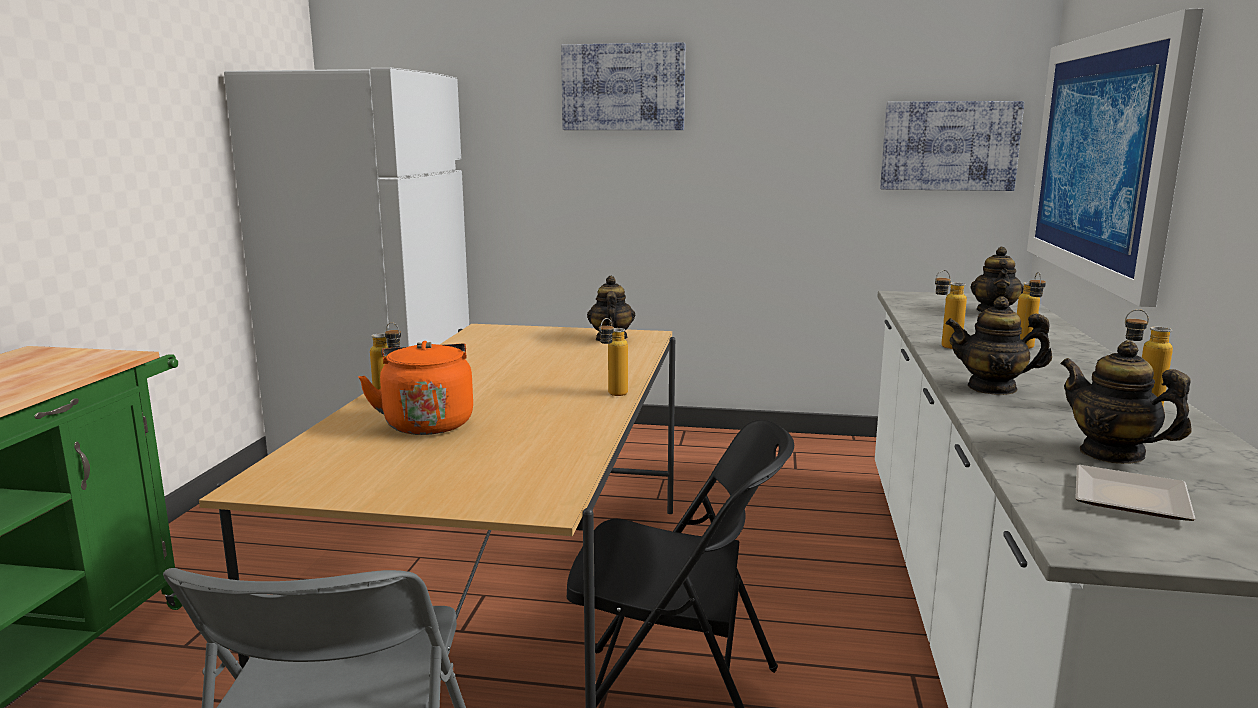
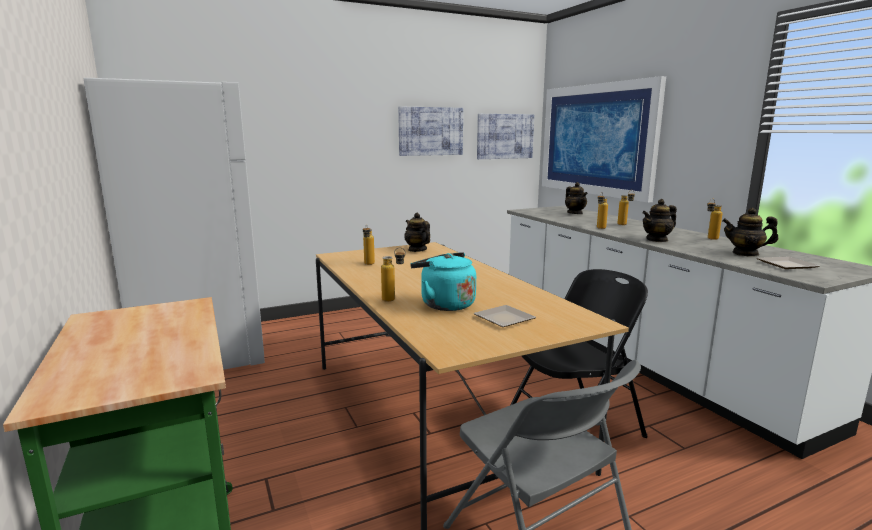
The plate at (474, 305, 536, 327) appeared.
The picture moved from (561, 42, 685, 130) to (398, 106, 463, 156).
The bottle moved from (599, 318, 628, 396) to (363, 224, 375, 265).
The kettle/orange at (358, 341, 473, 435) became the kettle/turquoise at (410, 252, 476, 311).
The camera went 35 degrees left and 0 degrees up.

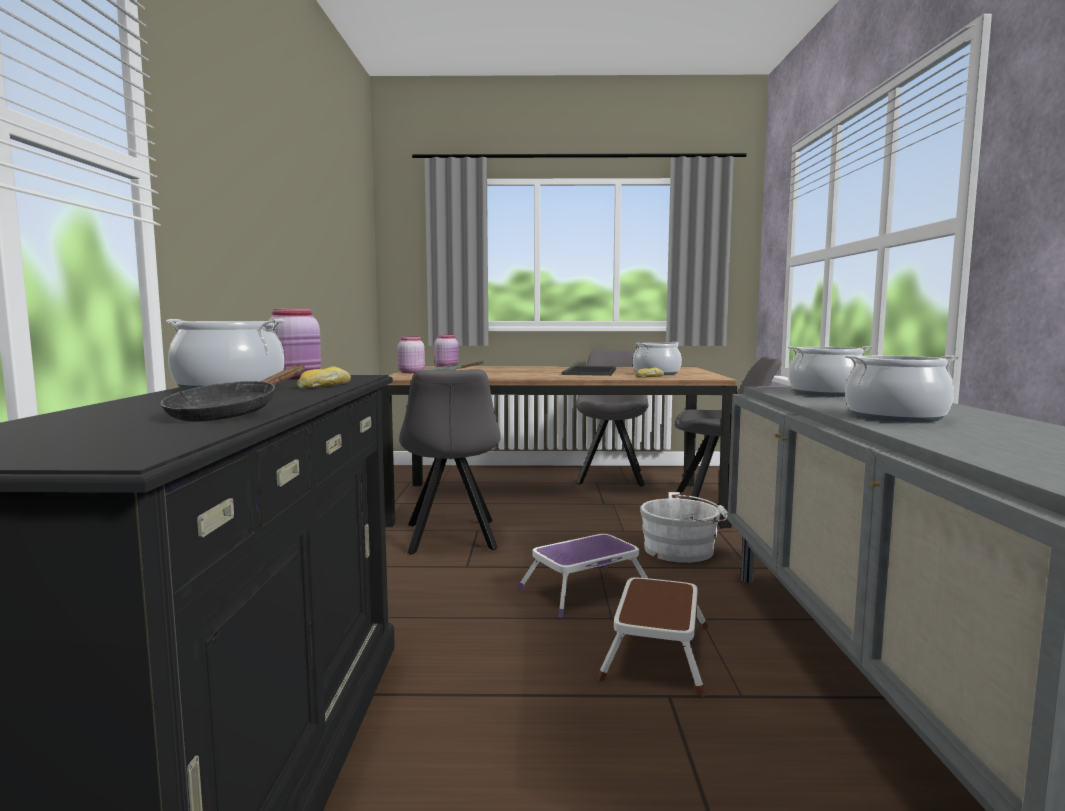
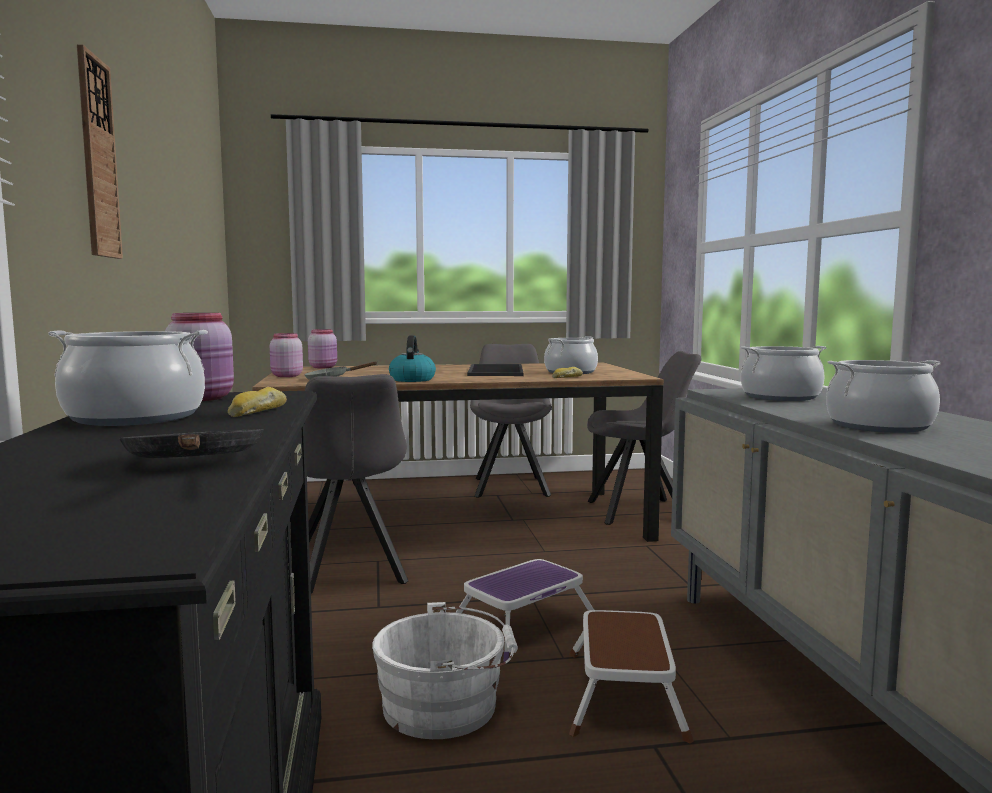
The wall clock at (77, 44, 123, 259) appeared.
The kettle at (389, 335, 436, 382) appeared.
The bucket/white moved from (640, 492, 728, 563) to (372, 602, 518, 739).
The frying pan/black at (161, 365, 305, 422) turned 150 degrees clockwise.
The camera went 10 degrees left and 0 degrees up.

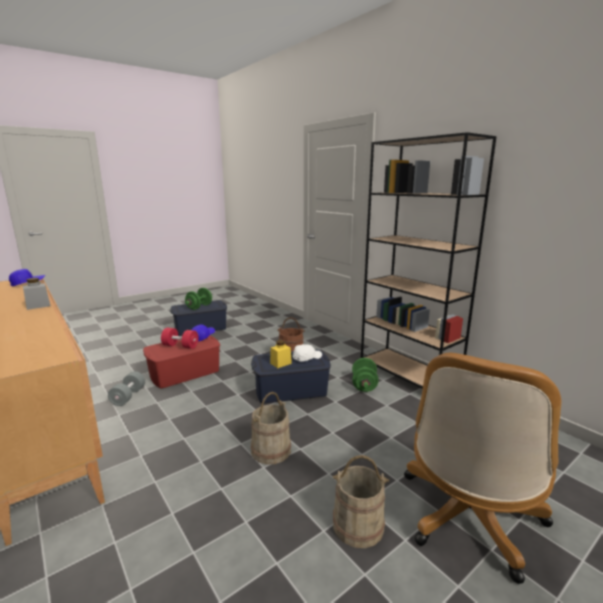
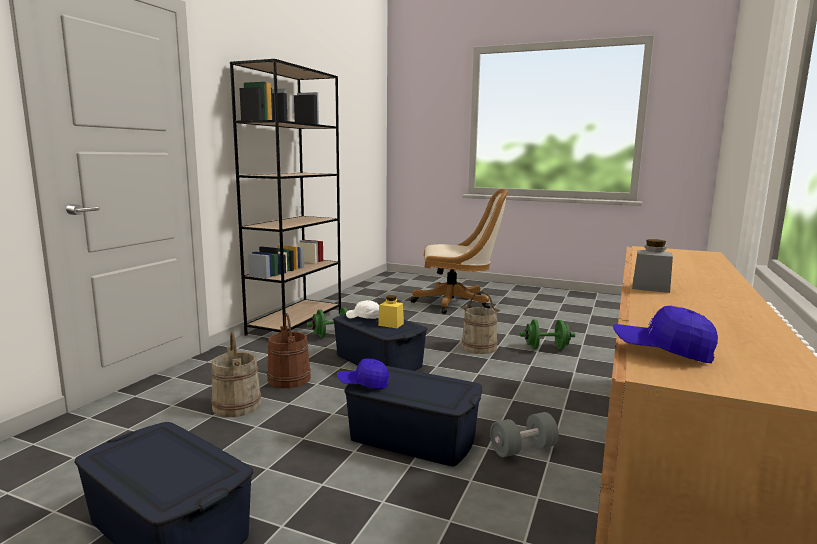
The dumbbell/red at (161, 328, 198, 349) disappeared.
The dumbbell/green moved from (185, 288, 212, 310) to (520, 320, 575, 350).
The bucket/beige moved from (333, 455, 389, 548) to (211, 332, 261, 417).
The storage box/red at (143, 335, 220, 389) became the storage box/blue at (344, 366, 482, 466).
The camera went 120 degrees left and 5 degrees down.

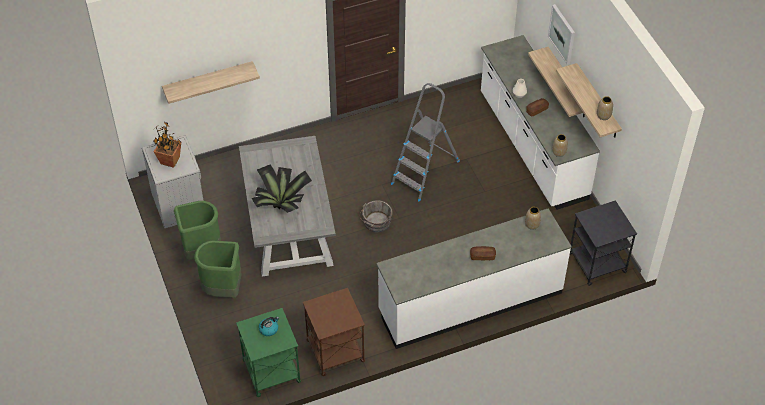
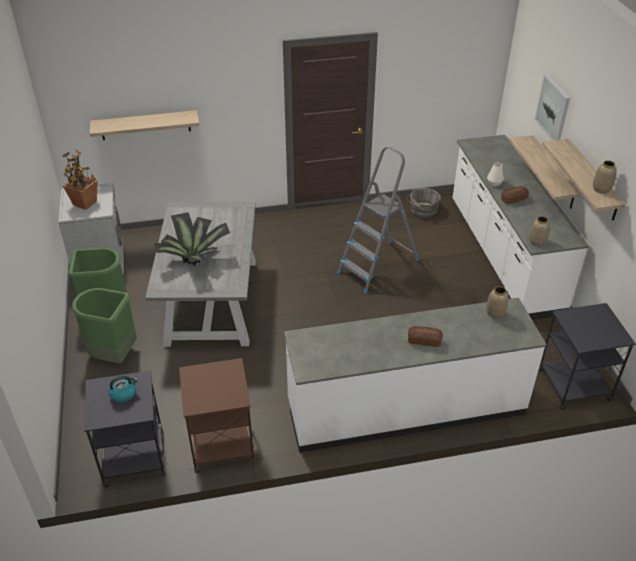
The bucket/grey moved from (360, 200, 393, 233) to (407, 188, 441, 218).
The cart/green at (236, 308, 301, 397) became the cart/black at (84, 371, 166, 487).
The camera went 10 degrees right and 10 degrees down.

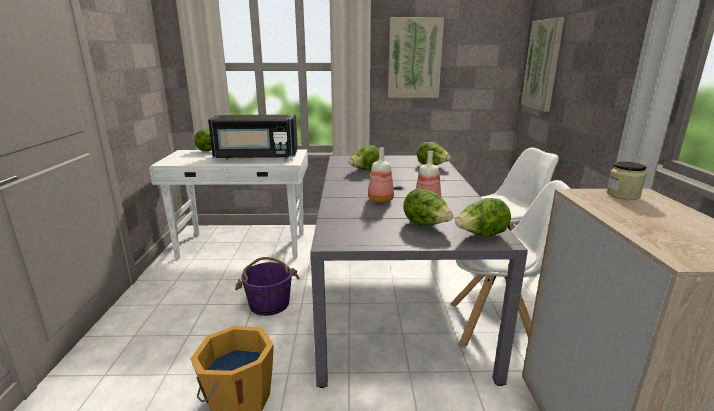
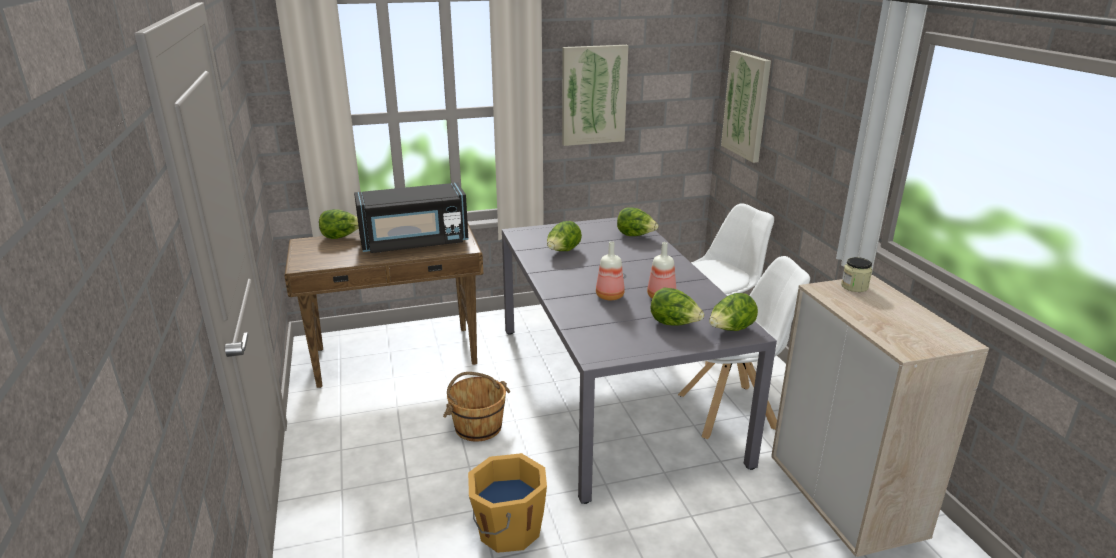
The console table/white at (149, 150, 308, 259) became the console table/brown at (284, 224, 483, 388).
The bucket/purple at (235, 257, 300, 316) became the bucket/brown at (443, 372, 510, 442).
The camera went 15 degrees left and 5 degrees up.

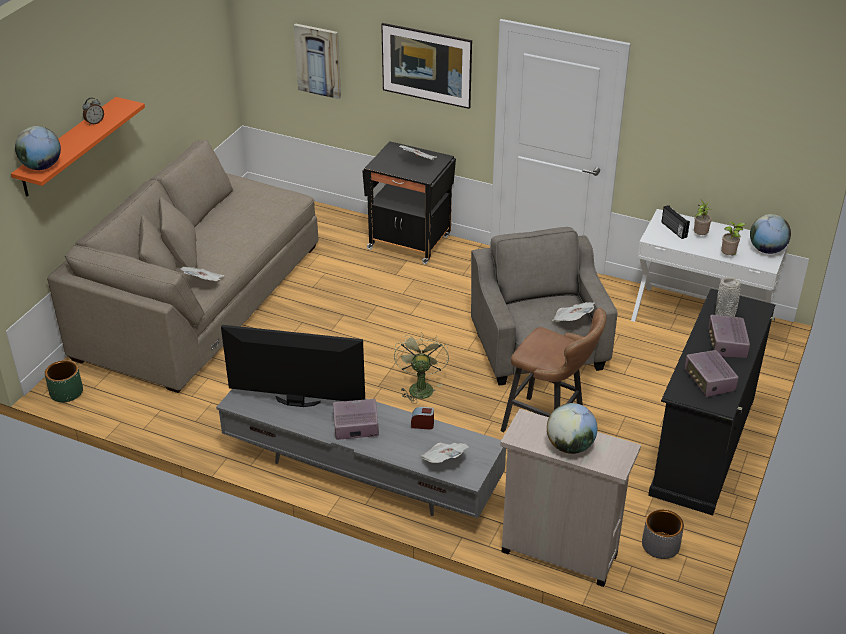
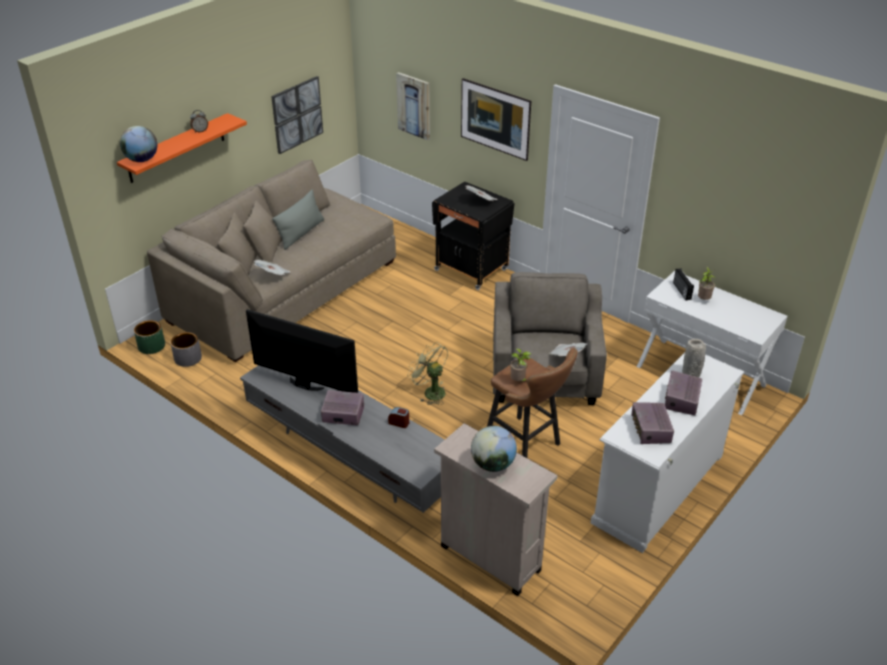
The newspaper at (421, 443, 469, 463) disappeared.
The globe at (750, 214, 791, 254) disappeared.
The picture at (271, 76, 323, 154) appeared.
The pillow/grey at (272, 190, 324, 250) appeared.
The planter/grey moved from (642, 509, 684, 559) to (170, 332, 202, 367).
The potted plant moved from (721, 222, 746, 256) to (510, 348, 532, 381).
The cabinet/black at (648, 289, 775, 515) became the cabinet/white at (591, 352, 744, 553).
The fan/green at (394, 332, 449, 404) turned 60 degrees counterclockwise.
The camera went 15 degrees right and 0 degrees up.

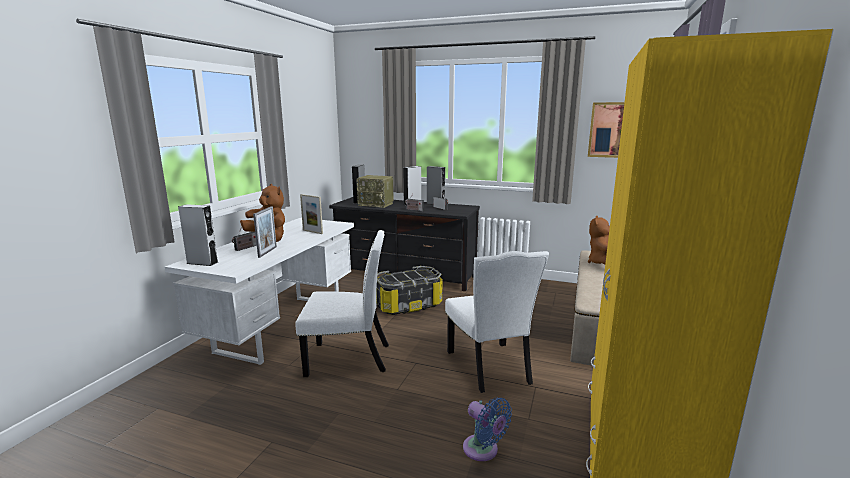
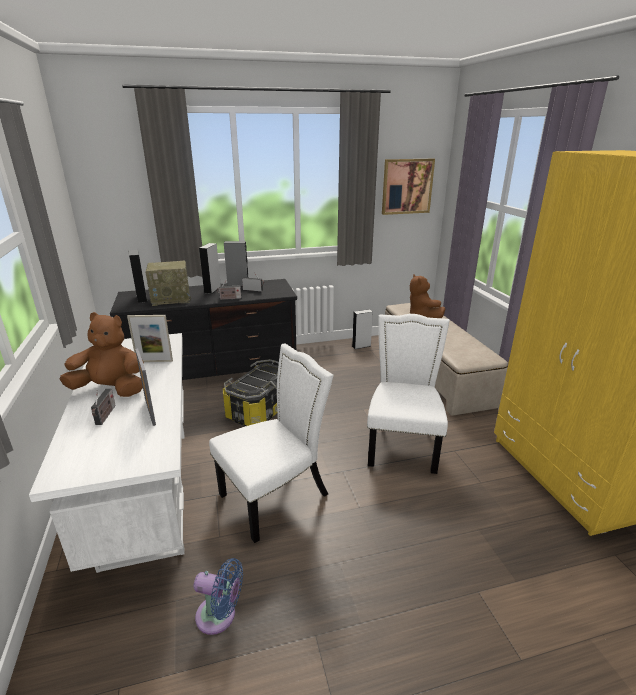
The speaker/grey moved from (178, 204, 218, 266) to (352, 309, 373, 349).
The fan/blue moved from (463, 398, 512, 461) to (194, 558, 243, 635).
The chair/white at (445, 251, 549, 393) turned 120 degrees counterclockwise.
The camera went 35 degrees left and 10 degrees up.

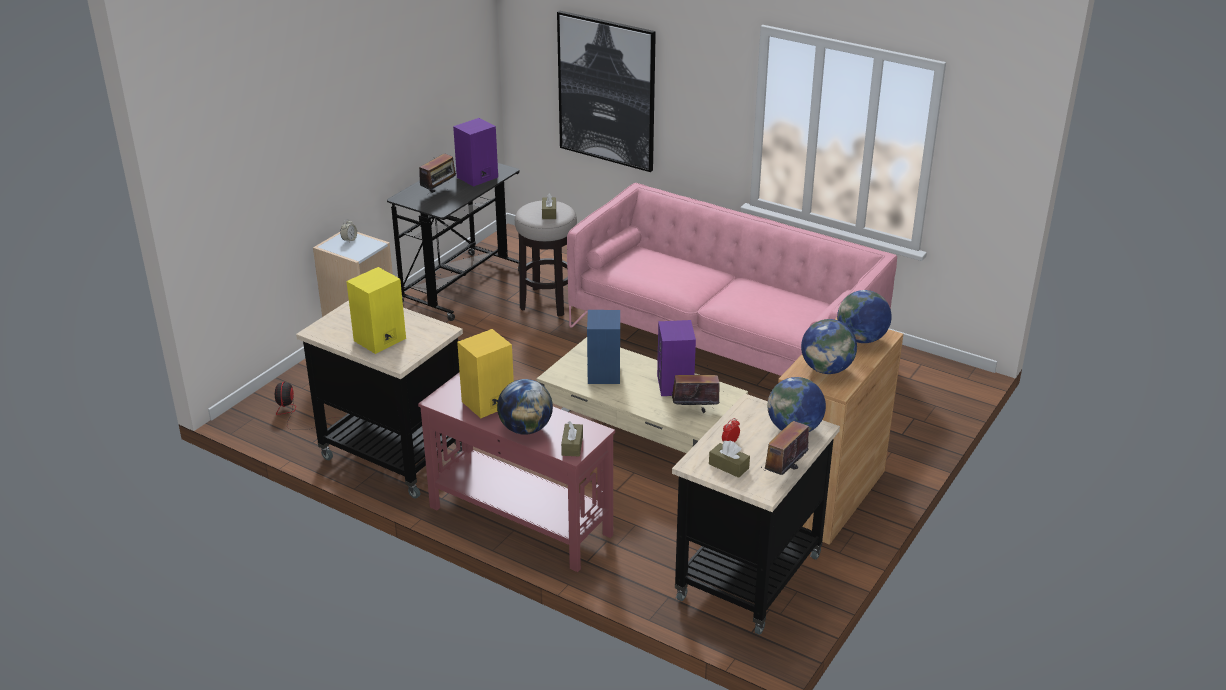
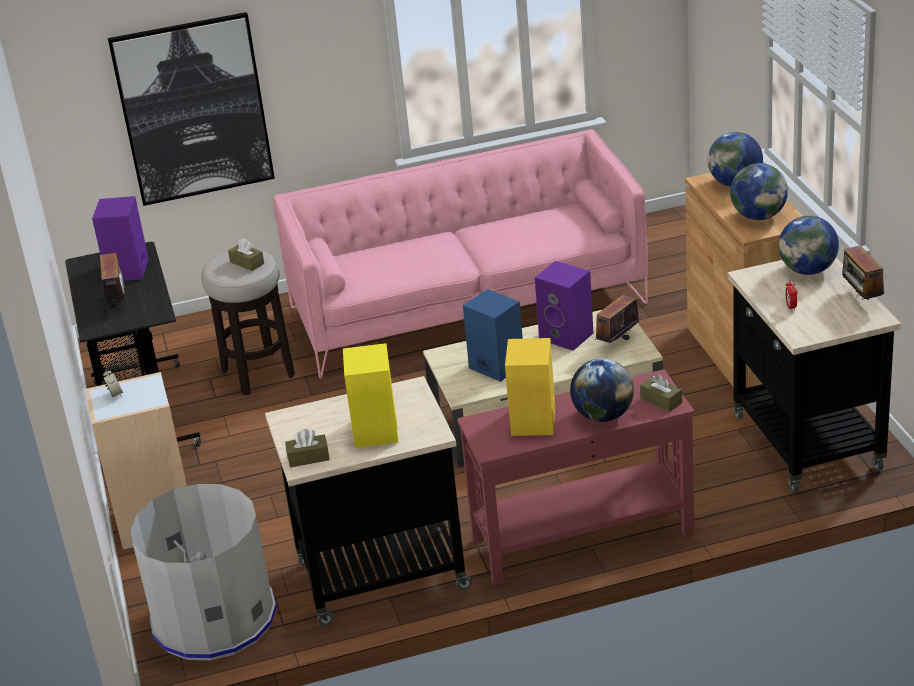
The tissue box/brown moved from (709, 441, 750, 478) to (285, 429, 329, 468).
The fan at (275, 382, 335, 430) was replaced by the trash can/grey at (130, 484, 277, 660).
The camera went 45 degrees left and 0 degrees up.

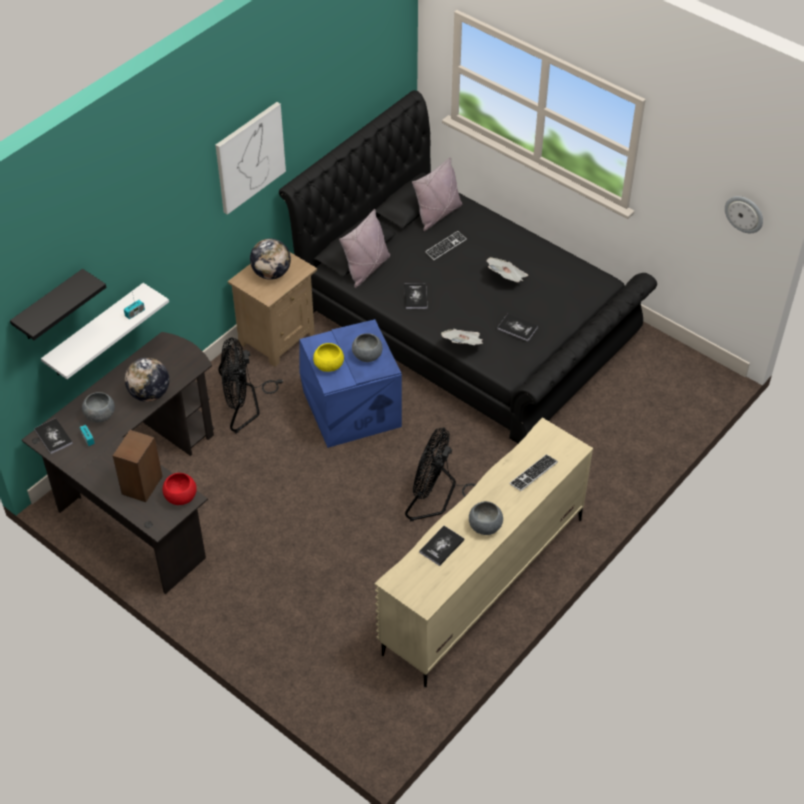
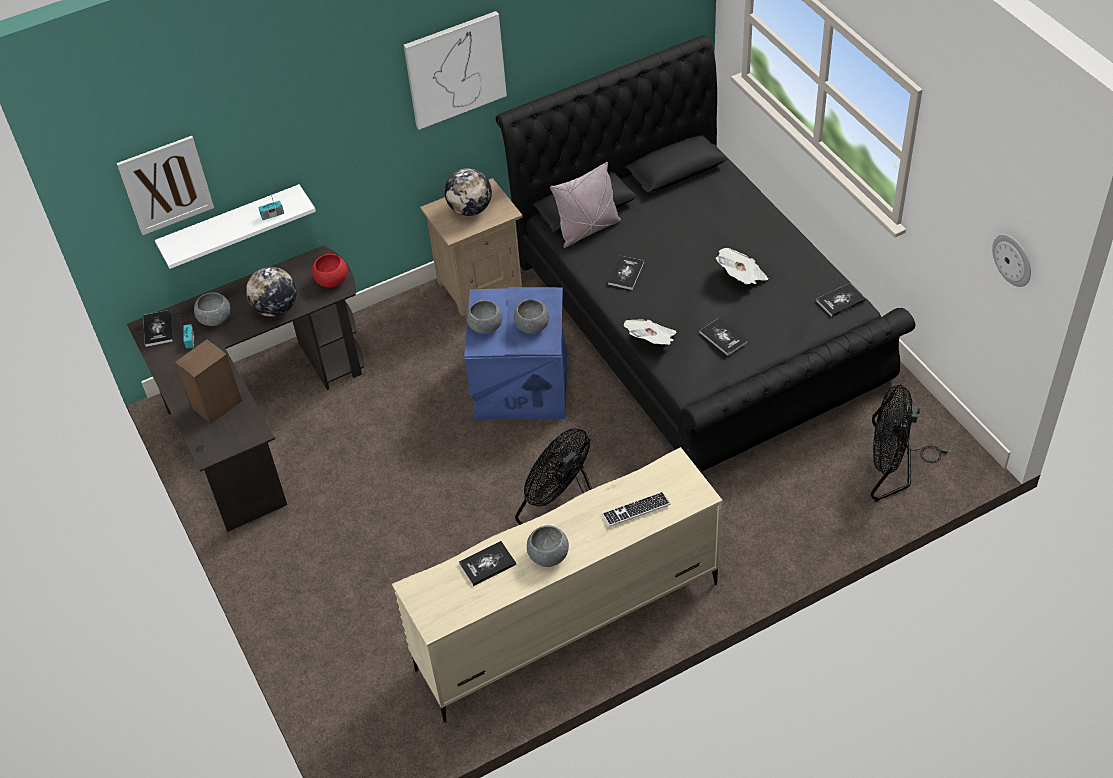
The pillow/purple at (412, 157, 462, 231) disappeared.
The keyboard at (425, 231, 467, 260) disappeared.
The book at (816, 283, 866, 317) appeared.
The bowl/red moved from (163, 473, 197, 505) to (312, 254, 348, 287).
The fan/black moved from (218, 337, 282, 433) to (871, 385, 950, 502).
The shelf/black at (10, 269, 106, 340) was replaced by the picture at (117, 136, 214, 235).
The bowl/yellow at (313, 343, 344, 372) became the bowl/grey at (466, 300, 503, 334).
The camera went 25 degrees right and 0 degrees up.

